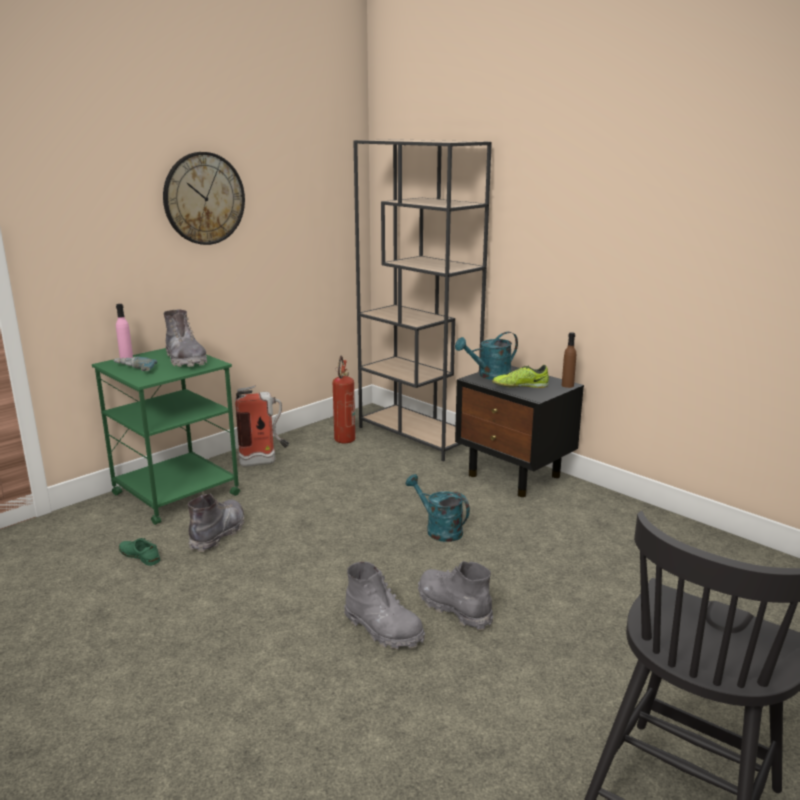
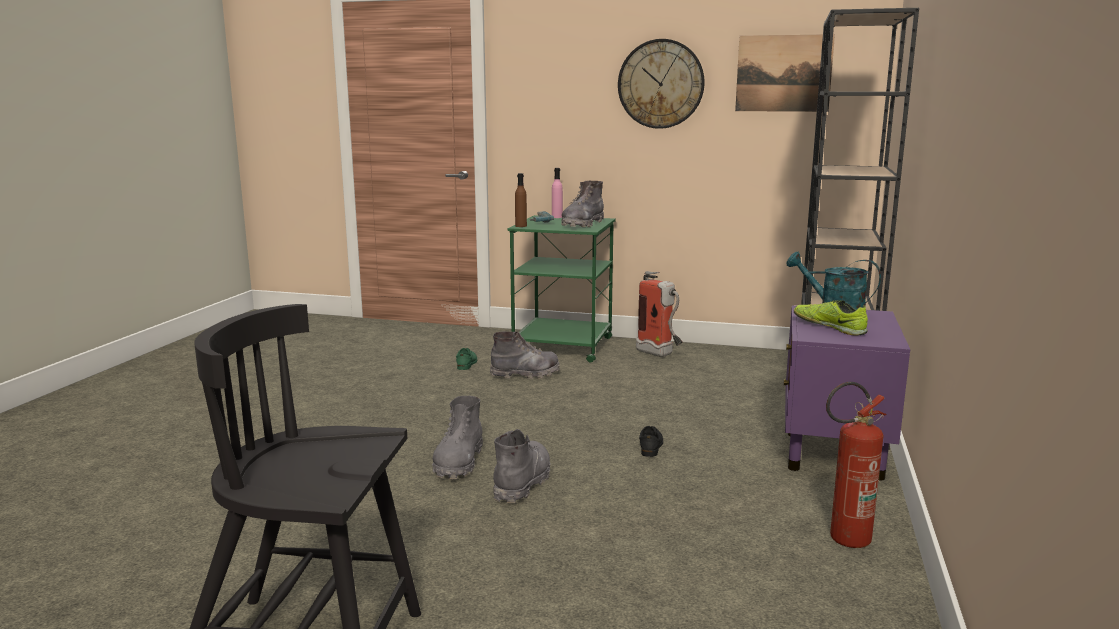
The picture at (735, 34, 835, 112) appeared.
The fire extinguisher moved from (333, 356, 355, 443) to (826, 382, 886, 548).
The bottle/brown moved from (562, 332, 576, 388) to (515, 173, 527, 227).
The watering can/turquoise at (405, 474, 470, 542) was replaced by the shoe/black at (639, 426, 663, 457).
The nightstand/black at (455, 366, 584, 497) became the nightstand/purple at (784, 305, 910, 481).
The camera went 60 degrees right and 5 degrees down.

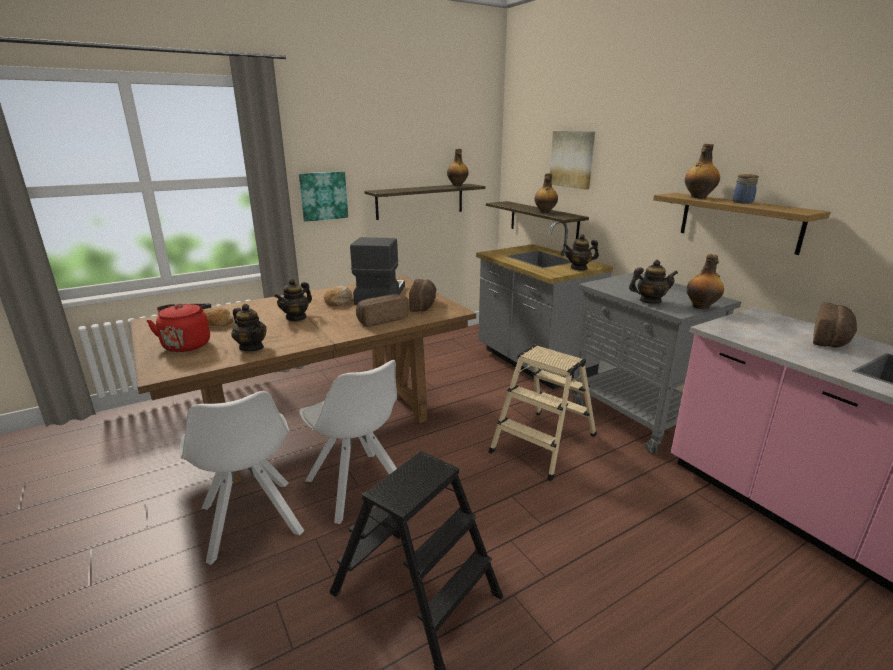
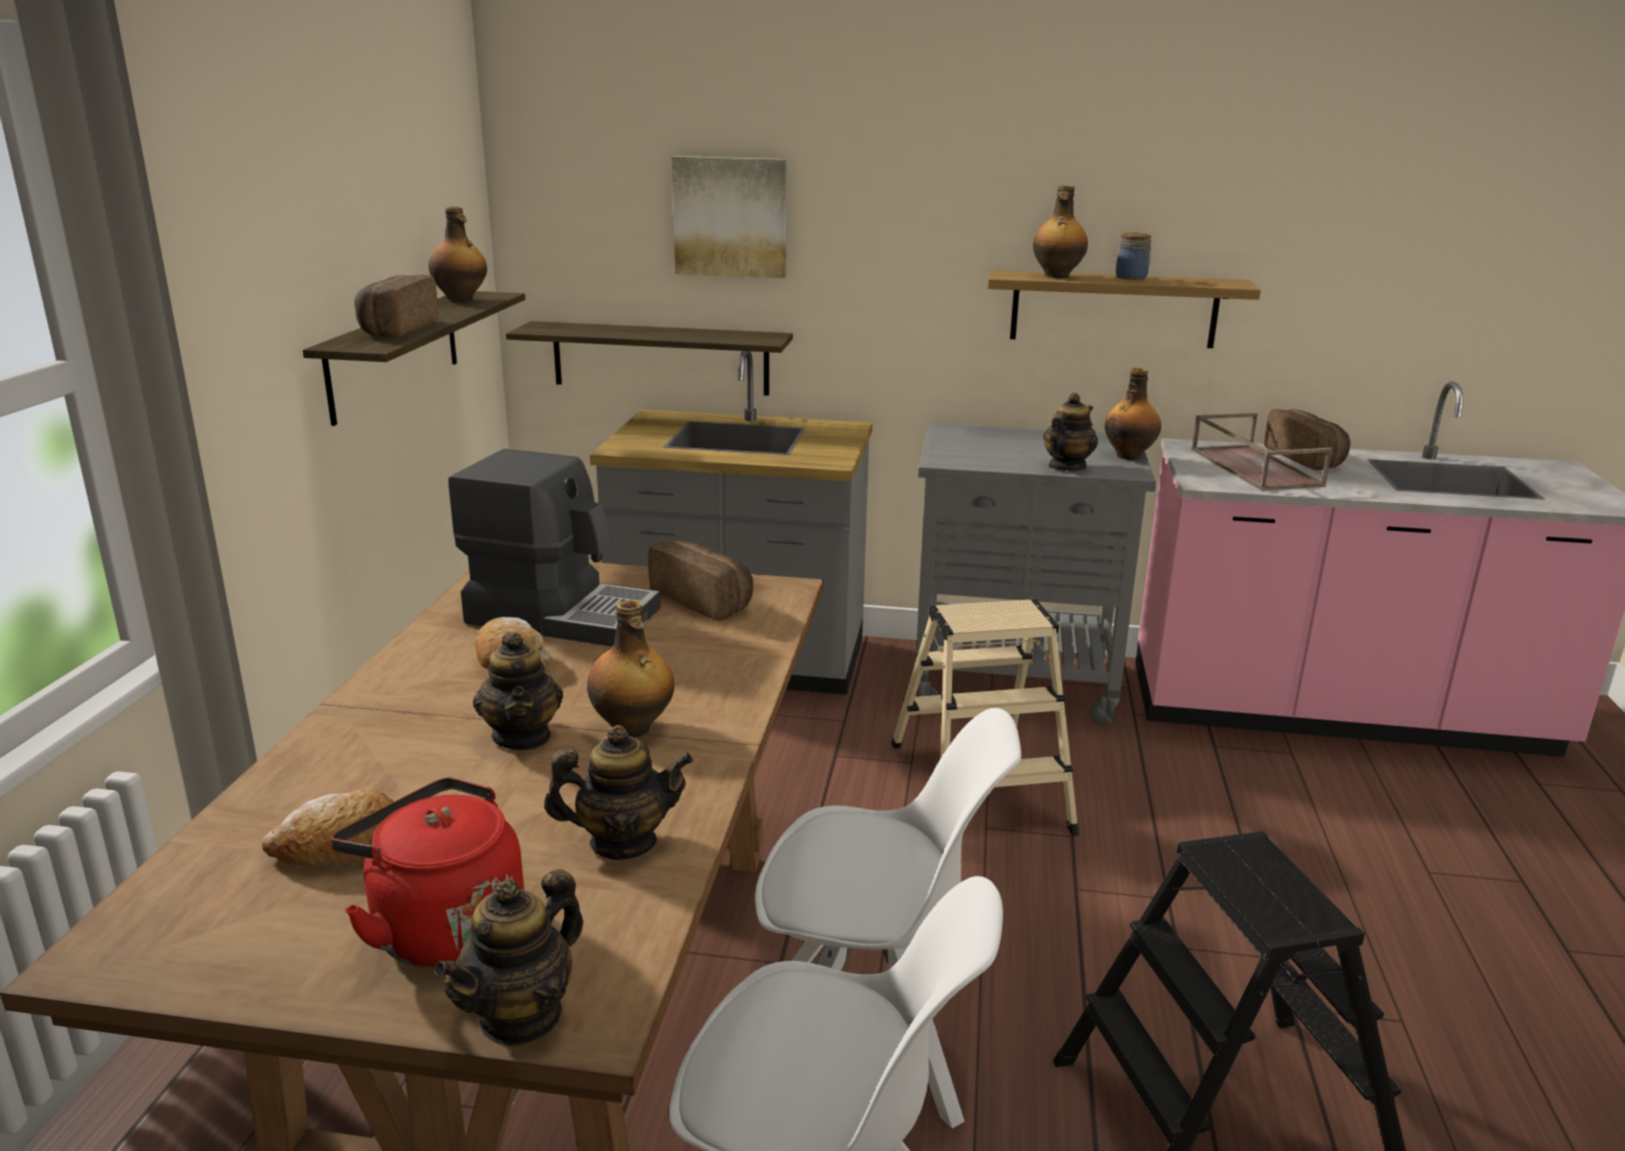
The picture at (299, 171, 348, 222) disappeared.
The tray/brown at (1191, 413, 1332, 491) appeared.
The bread moved from (356, 294, 409, 327) to (354, 275, 438, 337).
The bottle moved from (535, 173, 558, 213) to (587, 600, 674, 737).
The teapot moved from (563, 234, 599, 271) to (434, 869, 584, 1047).
The coffee machine at (350, 237, 405, 305) turned 150 degrees clockwise.
The camera went 50 degrees left and 0 degrees up.

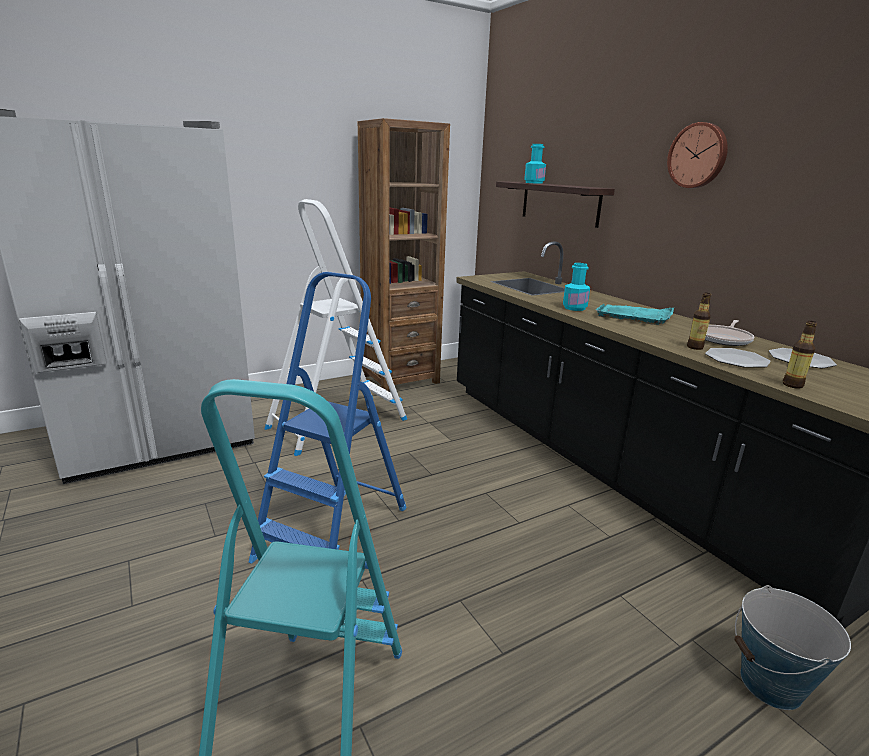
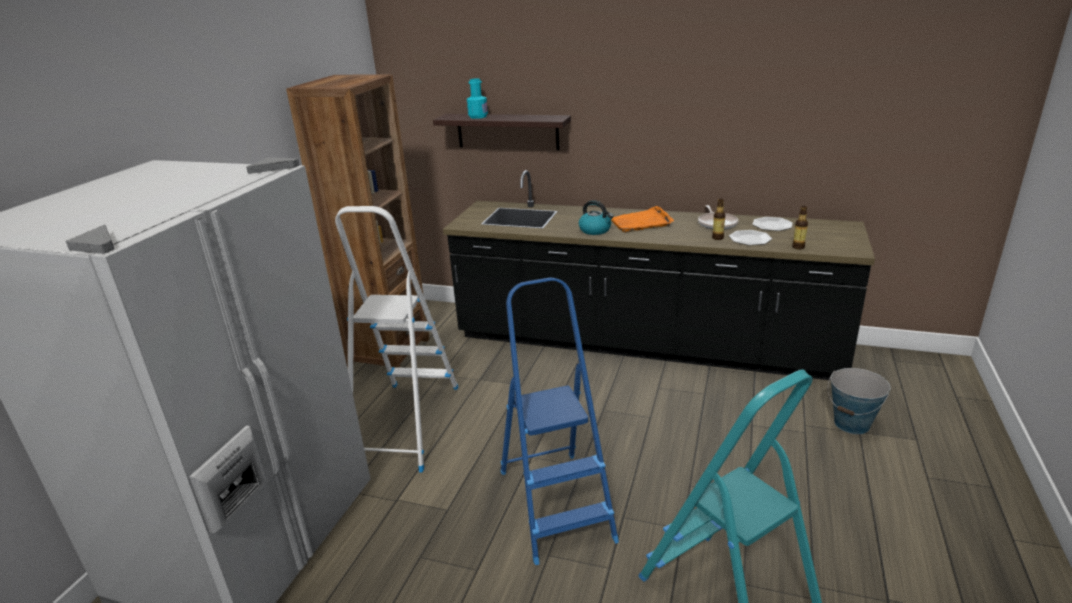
The wall clock at (667, 122, 728, 188) disappeared.
The bottle/turquoise at (563, 263, 590, 311) was replaced by the kettle at (579, 200, 614, 235).
The tray/turquoise at (596, 304, 674, 325) became the tray/orange at (611, 206, 674, 232).
The camera went 40 degrees left and 5 degrees up.

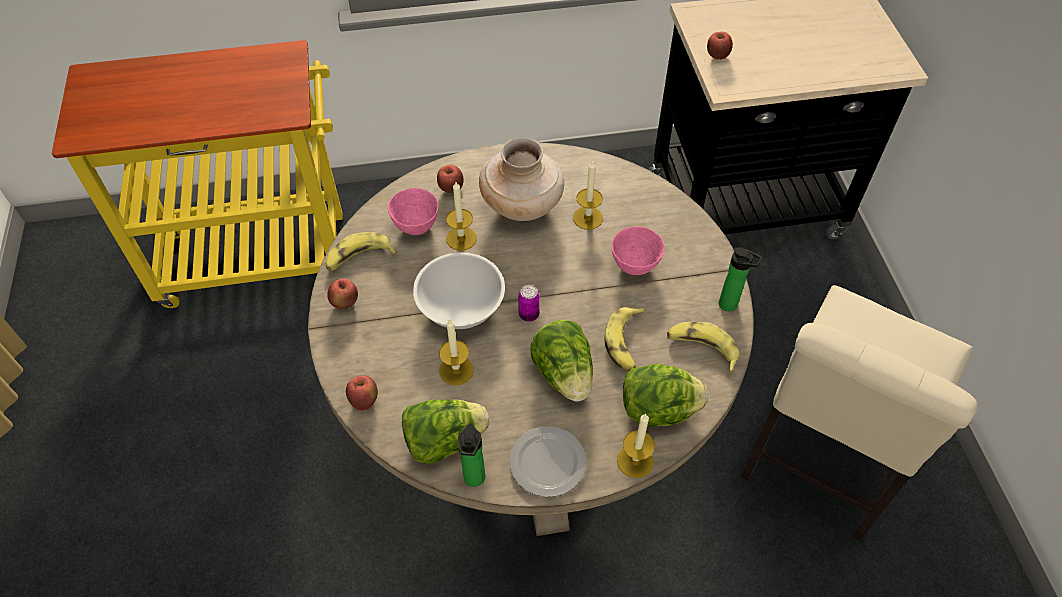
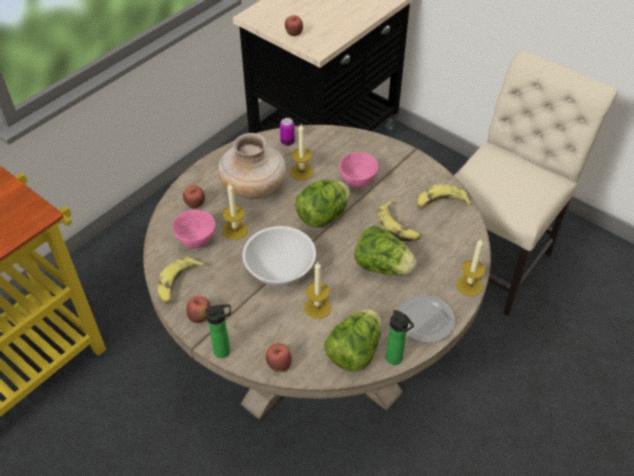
The can moved from (518, 285, 540, 322) to (280, 118, 295, 146).
The lettuce moved from (623, 364, 708, 427) to (295, 180, 350, 227).
The bottle moved from (719, 248, 762, 311) to (205, 304, 231, 358).
The chair/beige at (741, 285, 978, 541) turned 135 degrees counterclockwise.
The camera went 40 degrees left and 5 degrees down.

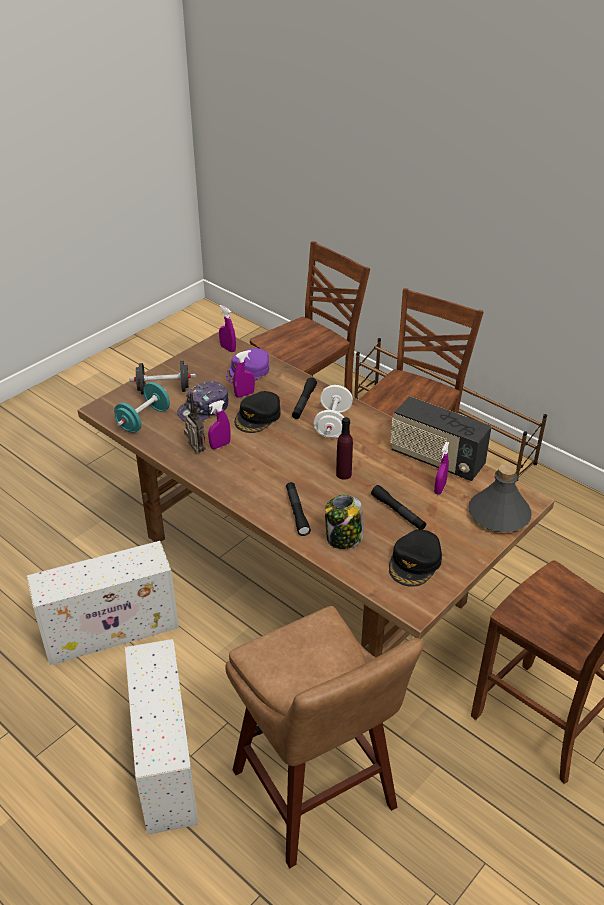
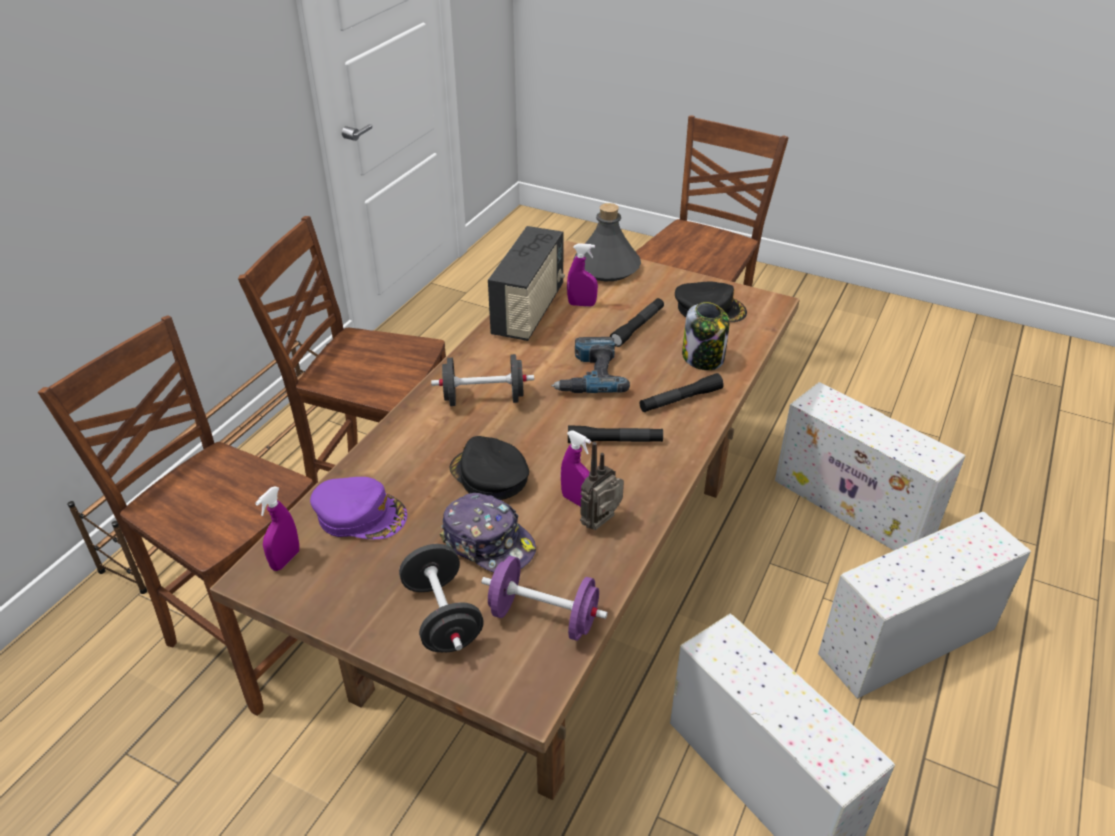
The spray bottle/purple at (233, 350, 255, 398) disappeared.
The flashlight/black moved from (292, 377, 317, 419) to (568, 425, 663, 443).
The stool/brown at (225, 606, 424, 868) was replaced by the storage box/white at (775, 382, 966, 550).
The bottle/purple at (336, 417, 353, 480) was replaced by the power drill at (551, 337, 630, 393).
The dumbbell/turquoise at (114, 382, 170, 433) became the dumbbell/purple at (481, 556, 608, 641).
The dumbbell/white at (314, 385, 353, 438) became the dumbbell/black at (431, 354, 534, 406).
The cap/black at (234, 391, 280, 433) turned 150 degrees counterclockwise.
The camera went 105 degrees left and 0 degrees up.

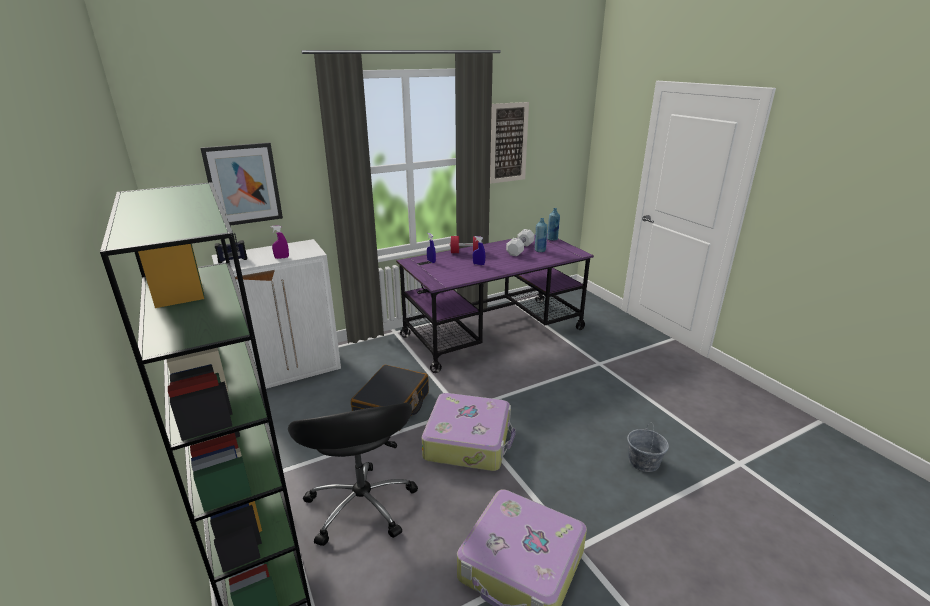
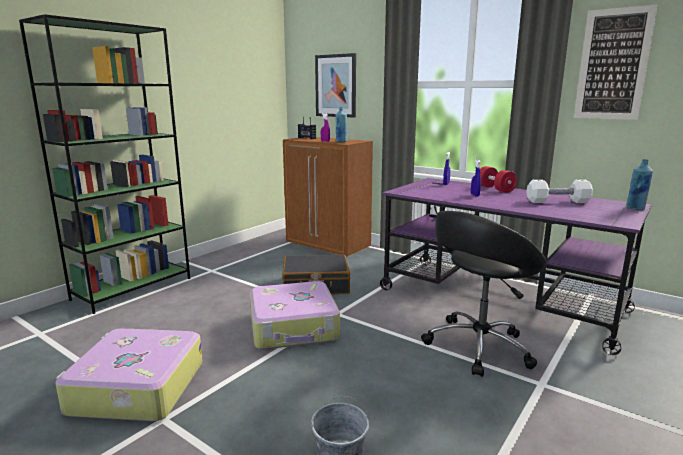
The office chair/black moved from (288, 403, 418, 546) to (421, 211, 547, 377).
The bottle/blue moved from (535, 218, 548, 252) to (336, 107, 347, 142).
The cabinet/white at (212, 239, 341, 389) became the cabinet/brown at (283, 137, 373, 256).
The camera went 65 degrees right and 10 degrees down.

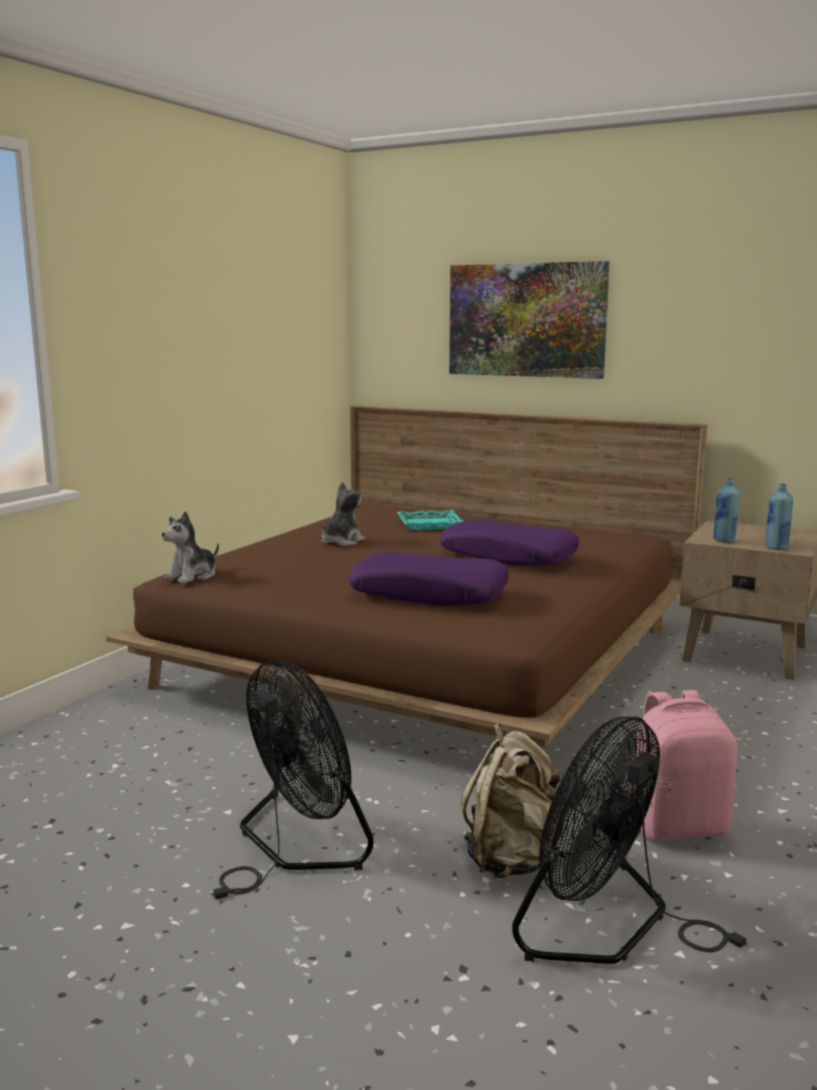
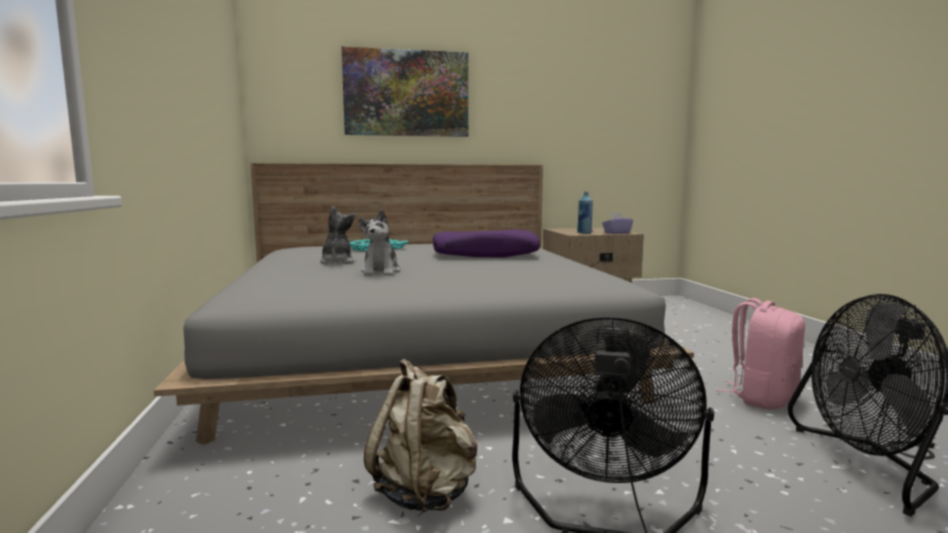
The pillow/purple at (349, 552, 508, 606) disappeared.
The plush toy moved from (162, 511, 219, 584) to (358, 210, 401, 275).
The backpack/beige moved from (461, 723, 569, 878) to (364, 359, 478, 512).
The bottle/blue at (765, 483, 793, 550) was replaced by the tissue box/purple at (602, 212, 633, 234).
The bed/brown at (106, 405, 708, 747) became the bed/grey at (154, 163, 694, 445).
The camera went 40 degrees left and 5 degrees down.

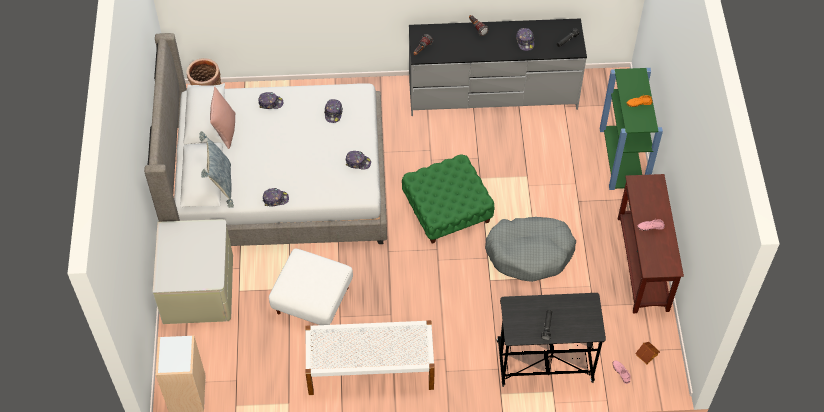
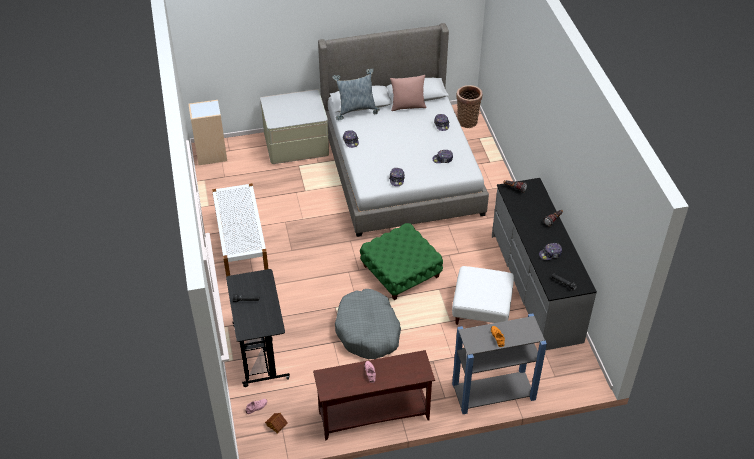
The ottoman/white moved from (269, 248, 353, 325) to (452, 266, 514, 325).
The bookcase/green at (600, 68, 663, 190) became the bookcase/grey at (452, 313, 547, 414).
The camera went 80 degrees right and 10 degrees down.

